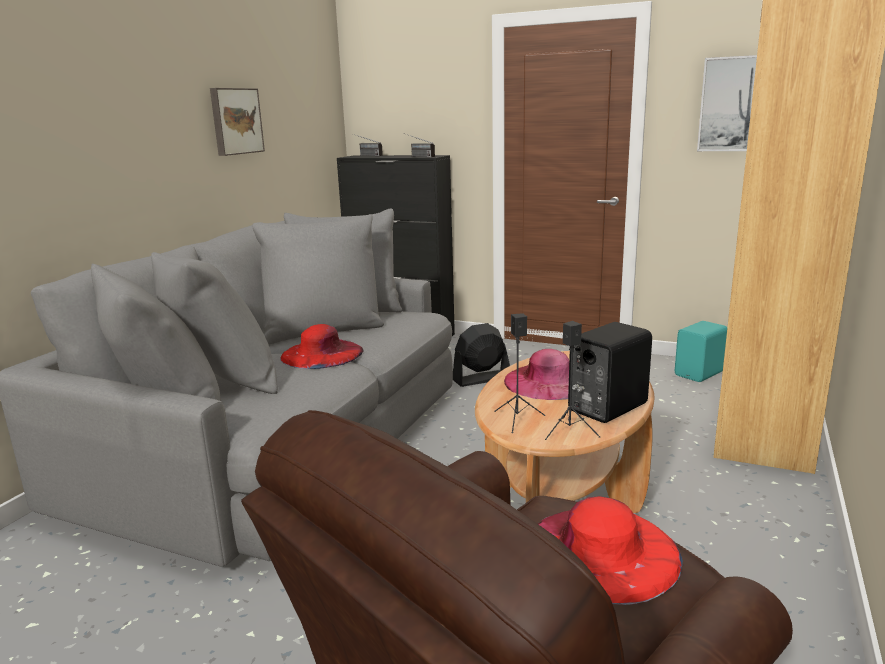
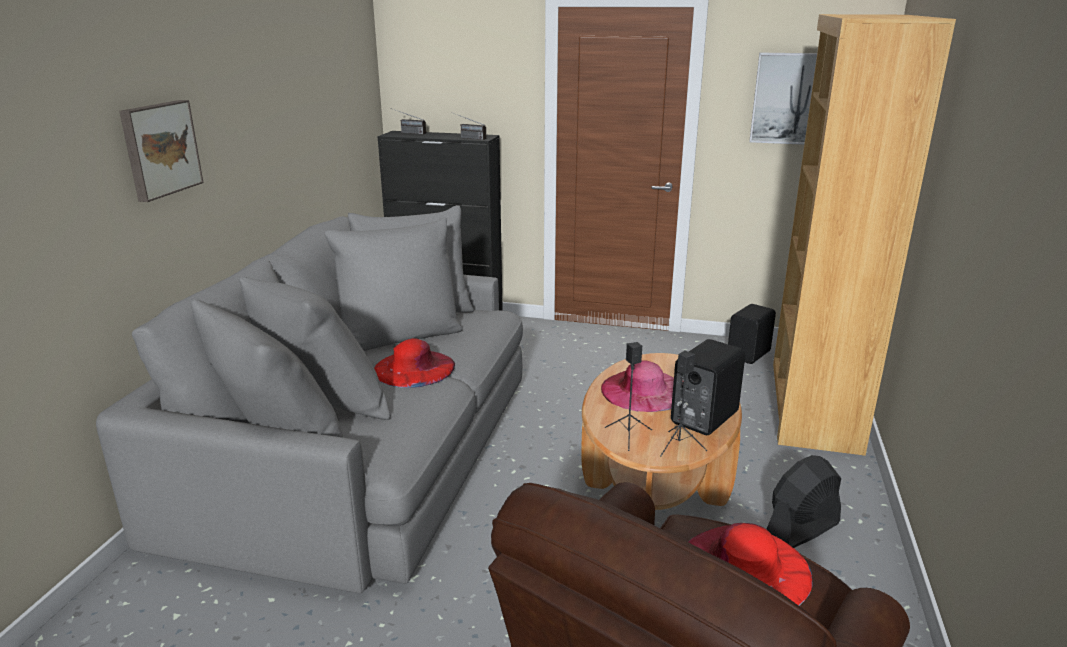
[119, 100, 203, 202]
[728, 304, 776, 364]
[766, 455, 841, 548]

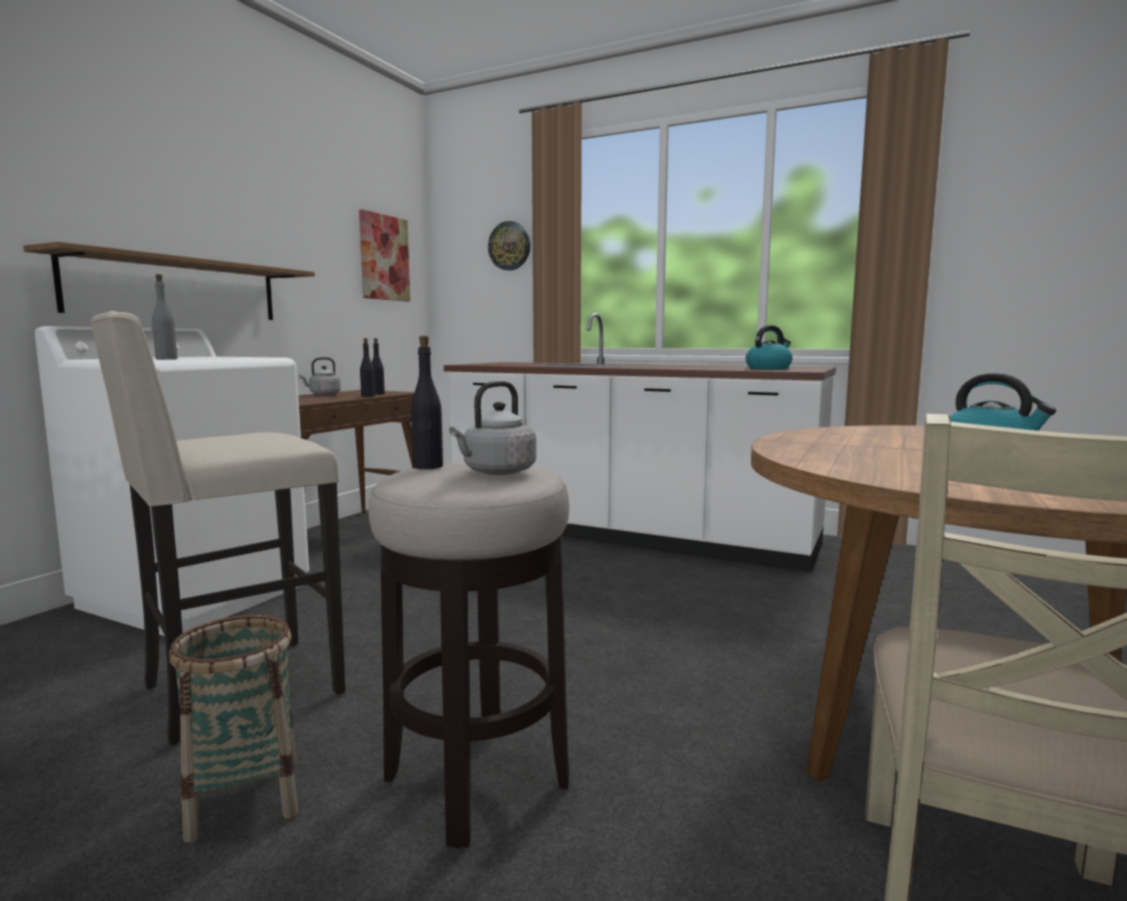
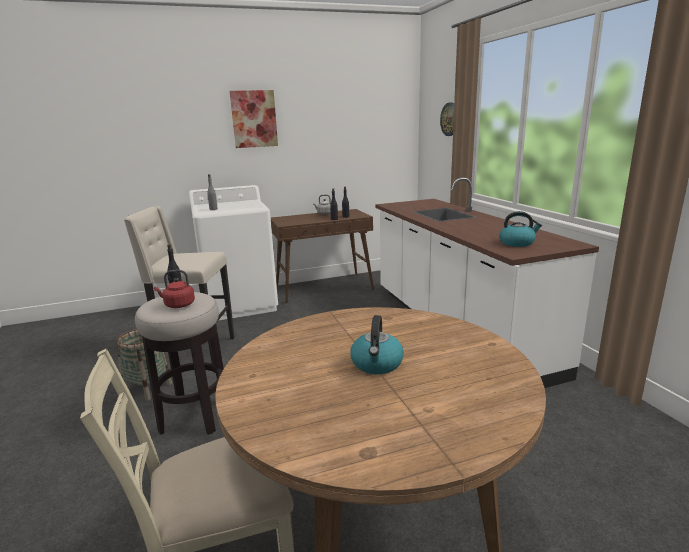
[230, 90, 278, 148]
[23, 242, 315, 320] (first image)
[154, 270, 195, 308]

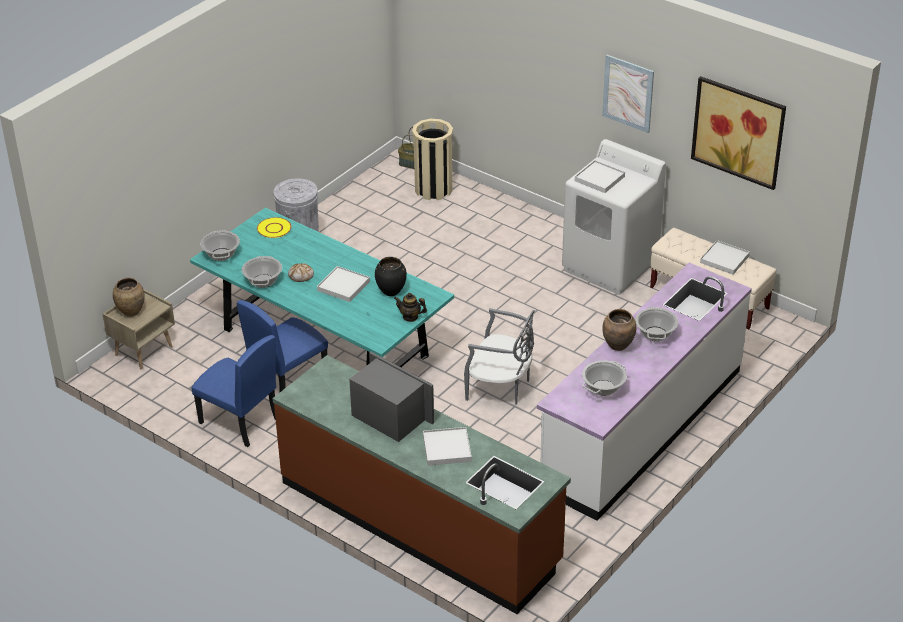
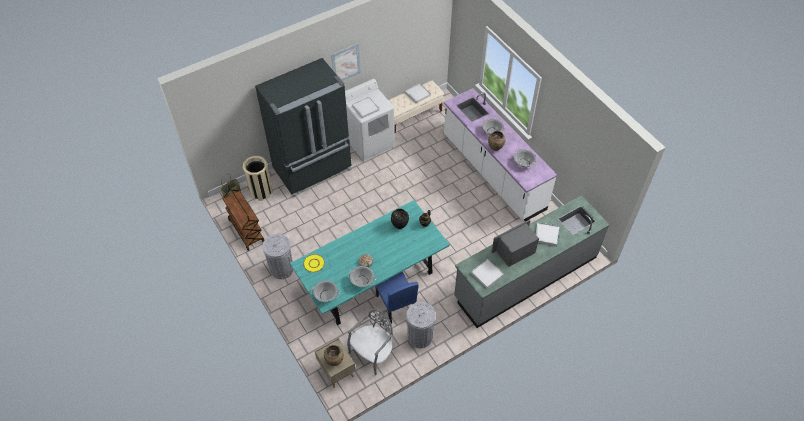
[691, 76, 786, 190] (first image)
[471, 259, 504, 288]
[347, 309, 393, 375]
[407, 302, 436, 348]
[454, 196, 610, 328]
[255, 58, 352, 197]
[222, 185, 264, 251]

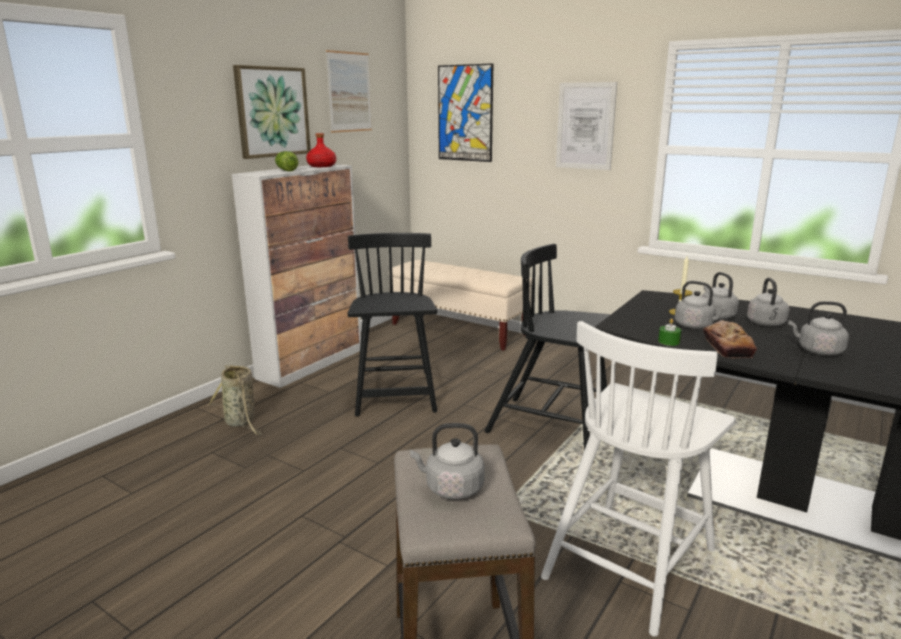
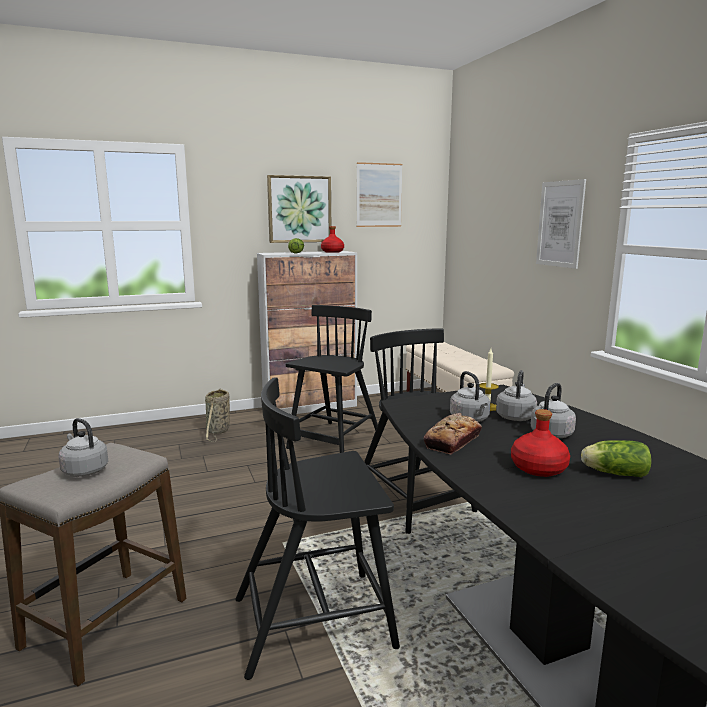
[438, 63, 493, 162] (first image)
[511, 409, 570, 477]
[658, 318, 681, 346] (first image)
[235, 378, 400, 680]
[581, 440, 652, 477]

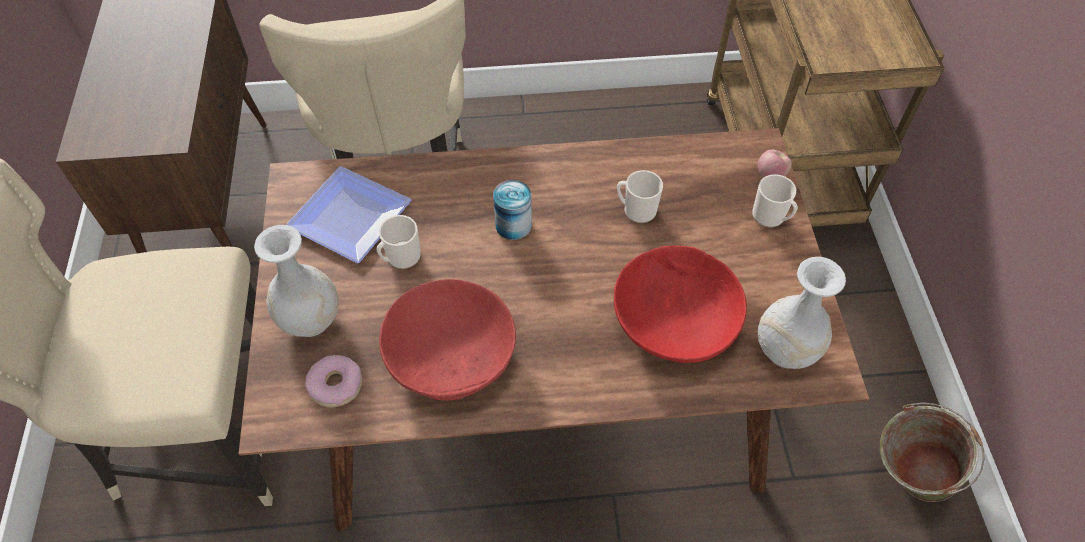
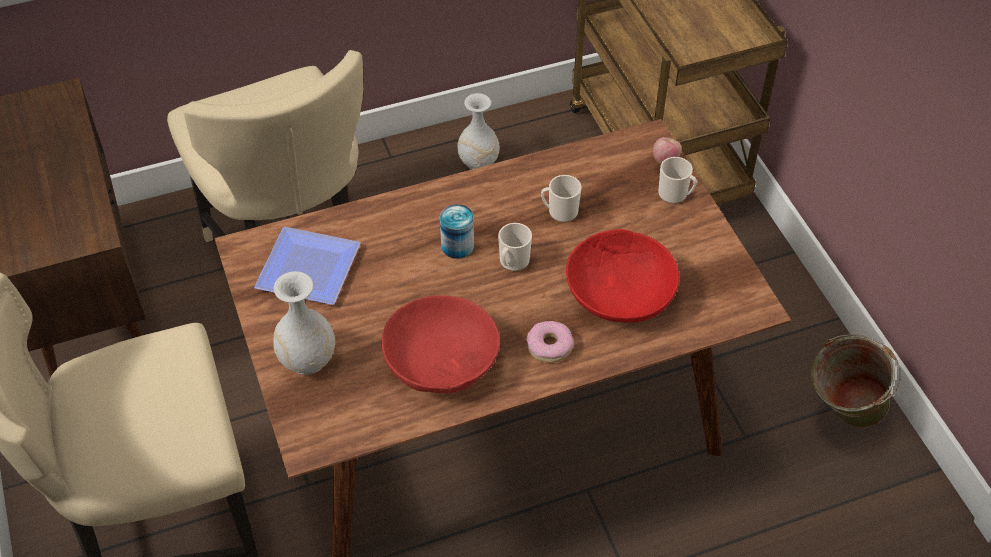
[498, 223, 532, 271]
[457, 93, 500, 170]
[526, 321, 573, 363]

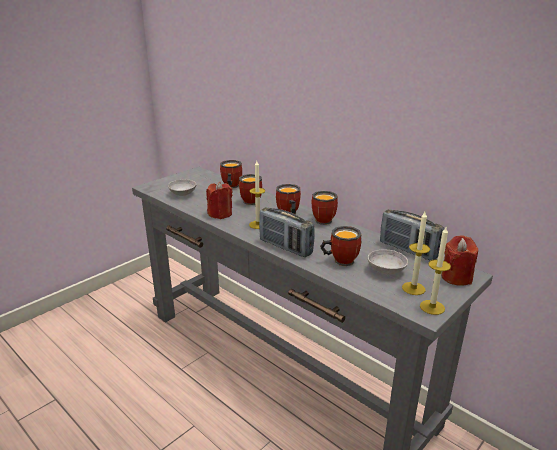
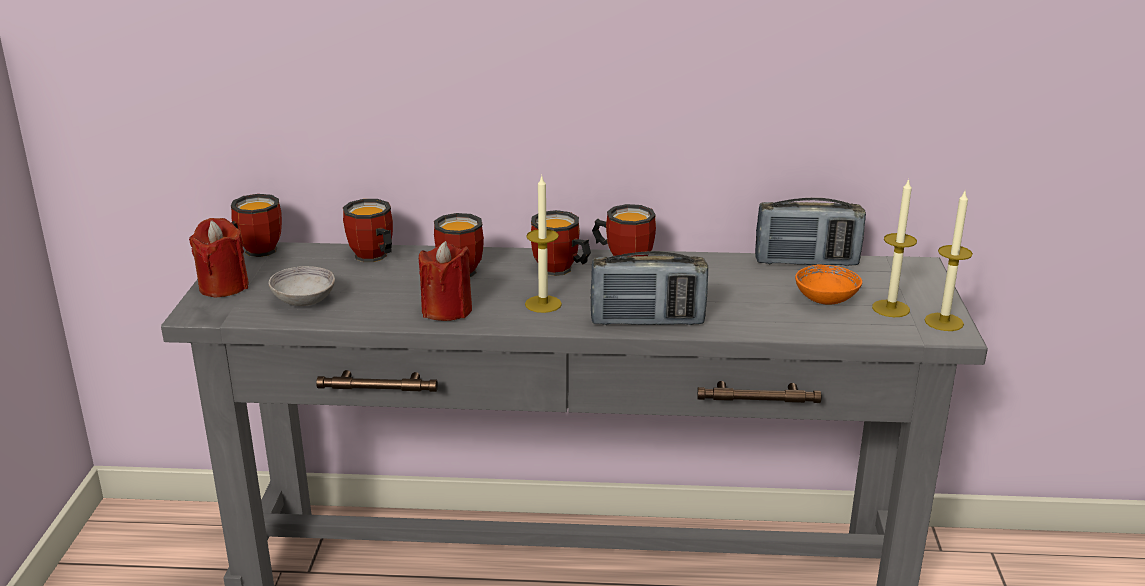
[231, 194, 282, 257]
[189, 218, 249, 297]
[795, 264, 862, 305]

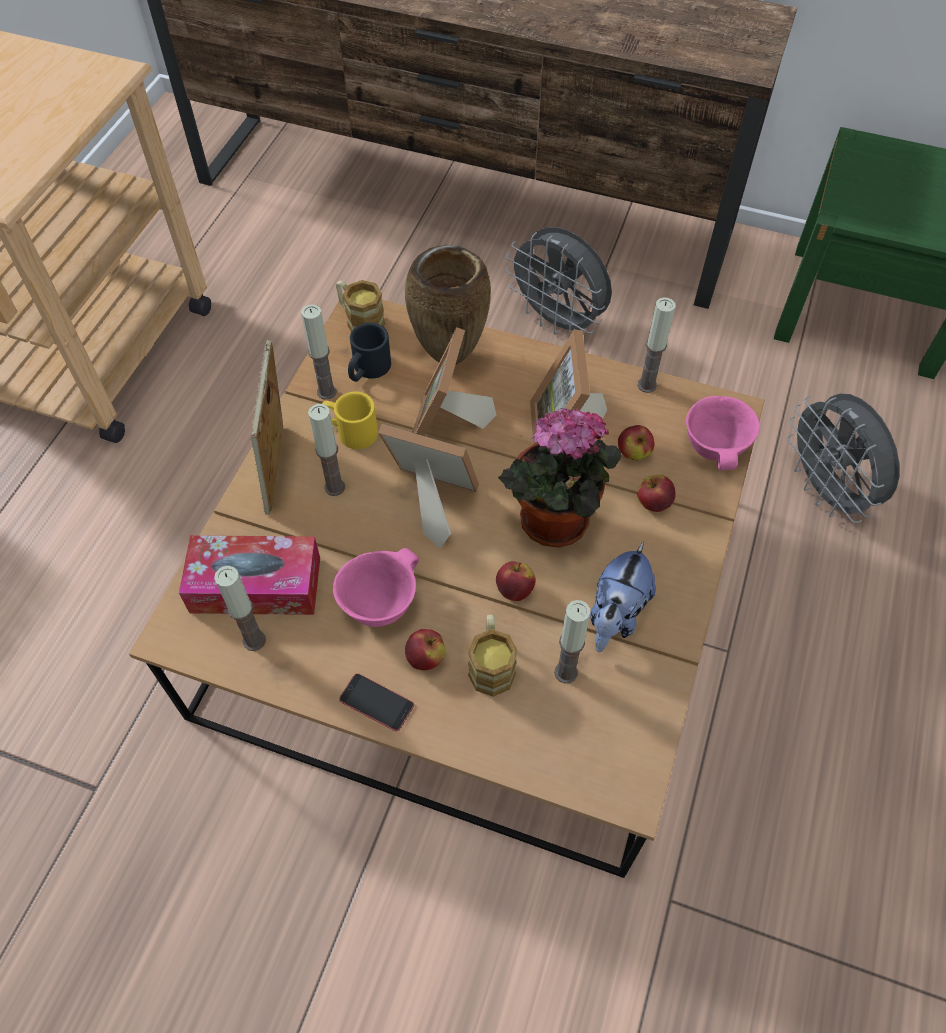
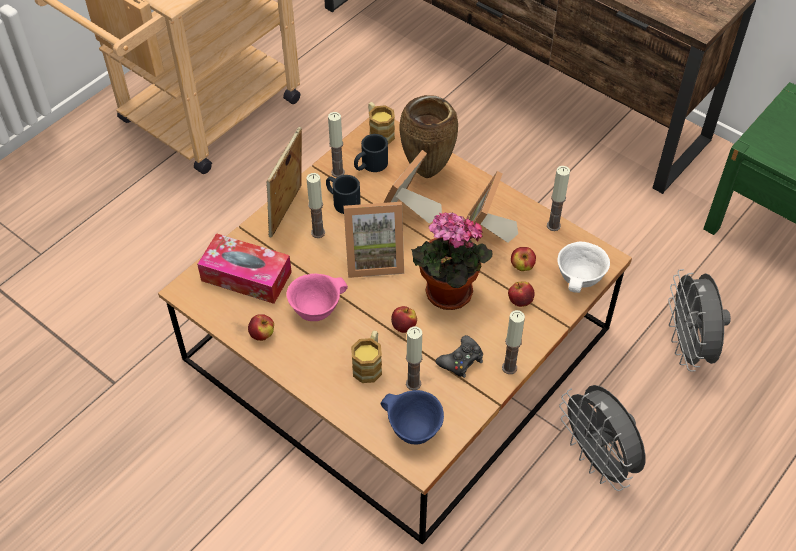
[559, 385, 646, 491]
[326, 175, 361, 214]
[557, 242, 610, 293]
[343, 202, 404, 278]
[435, 335, 483, 378]
[502, 310, 525, 374]
[248, 314, 274, 341]
[339, 673, 414, 732] (first image)
[381, 390, 444, 445]

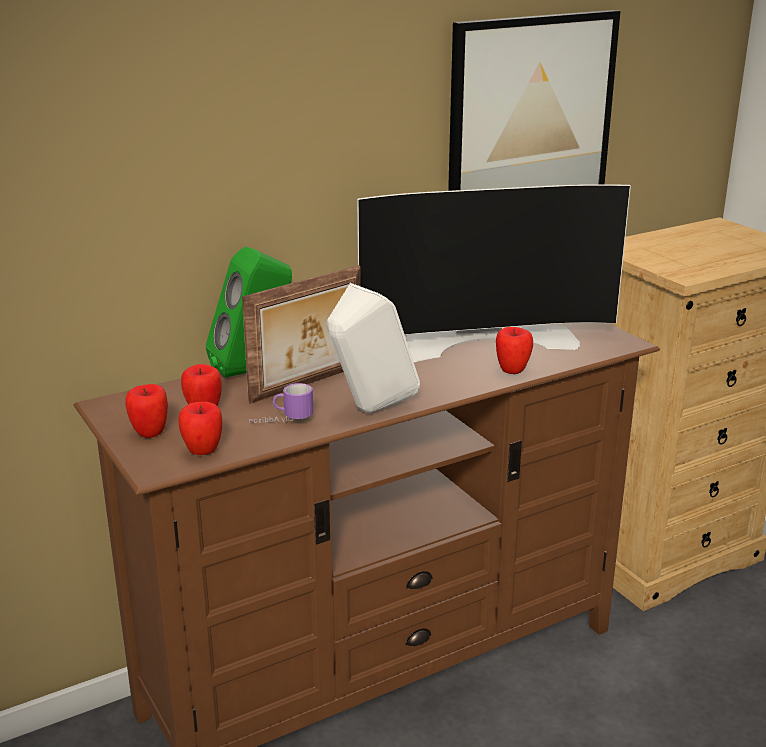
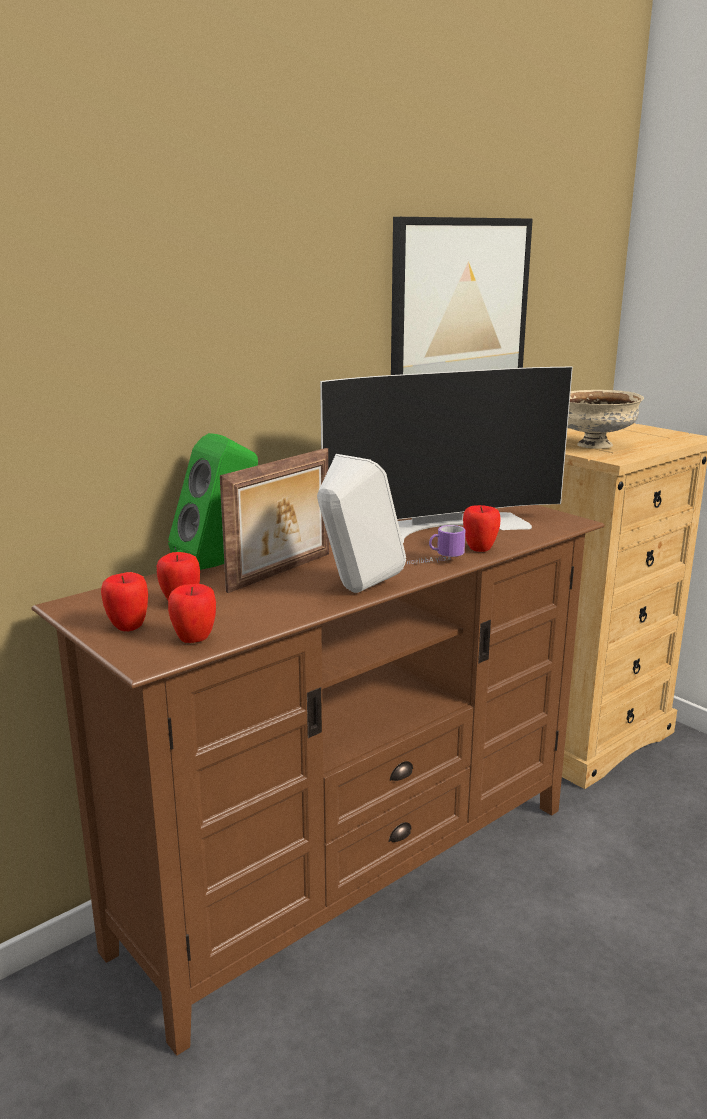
[407, 525, 465, 565]
[568, 390, 644, 449]

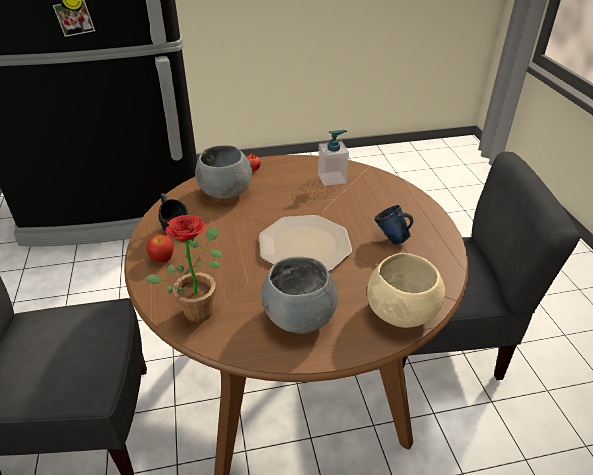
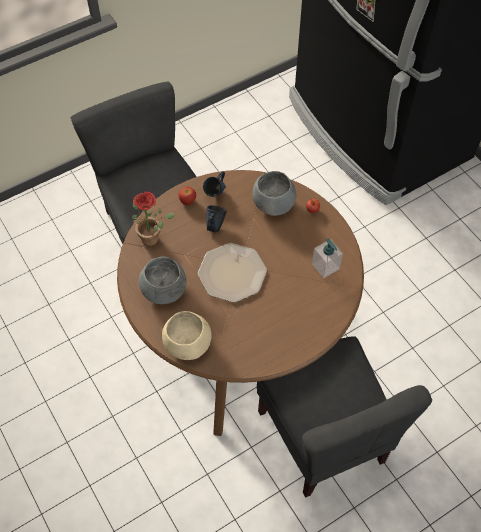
[207, 205, 227, 233]

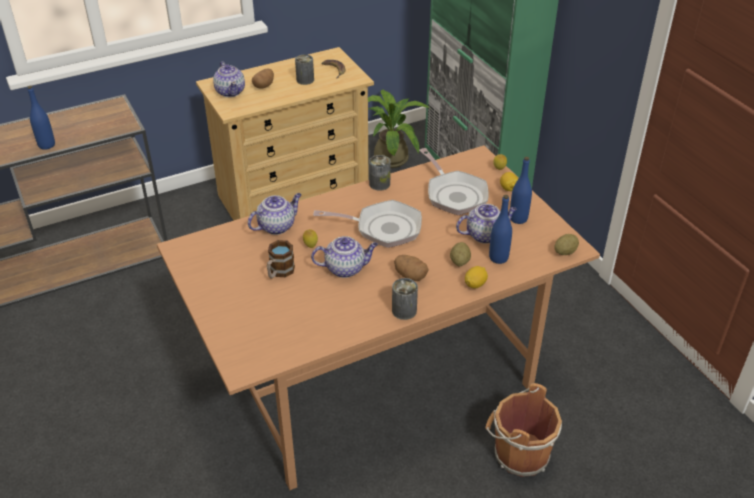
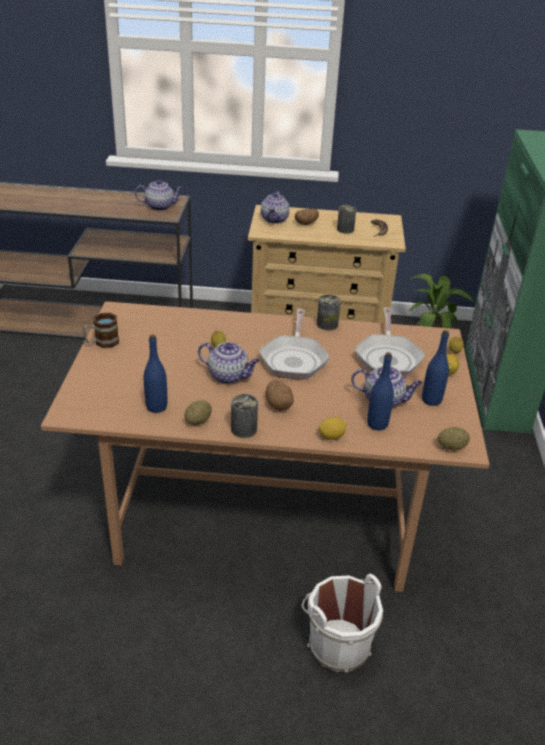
[144, 335, 167, 413]
[135, 180, 183, 211]
[259, 309, 330, 380]
[83, 313, 119, 348]
[185, 400, 212, 425]
[302, 574, 383, 673]

